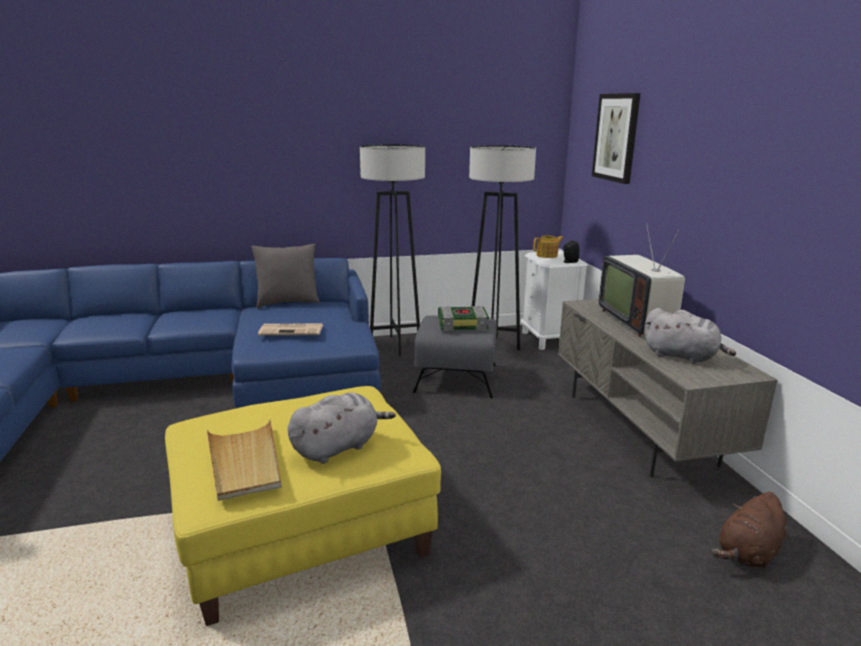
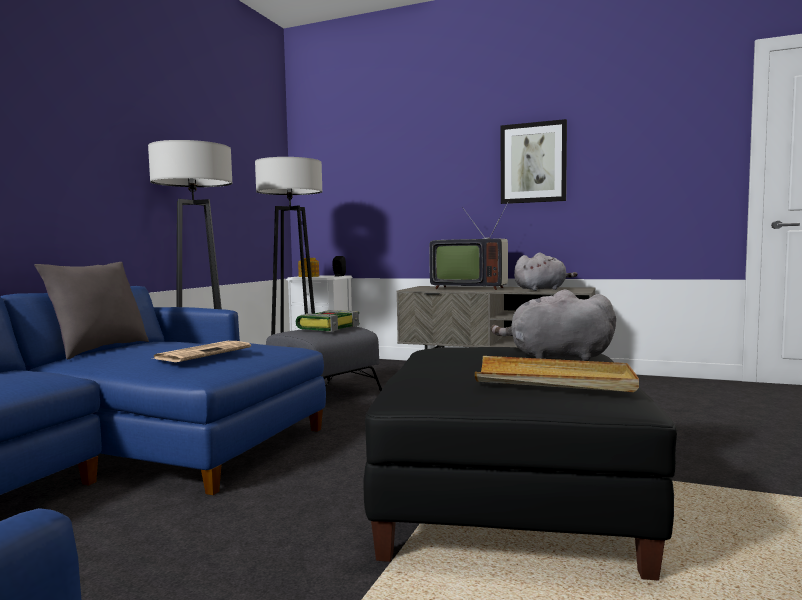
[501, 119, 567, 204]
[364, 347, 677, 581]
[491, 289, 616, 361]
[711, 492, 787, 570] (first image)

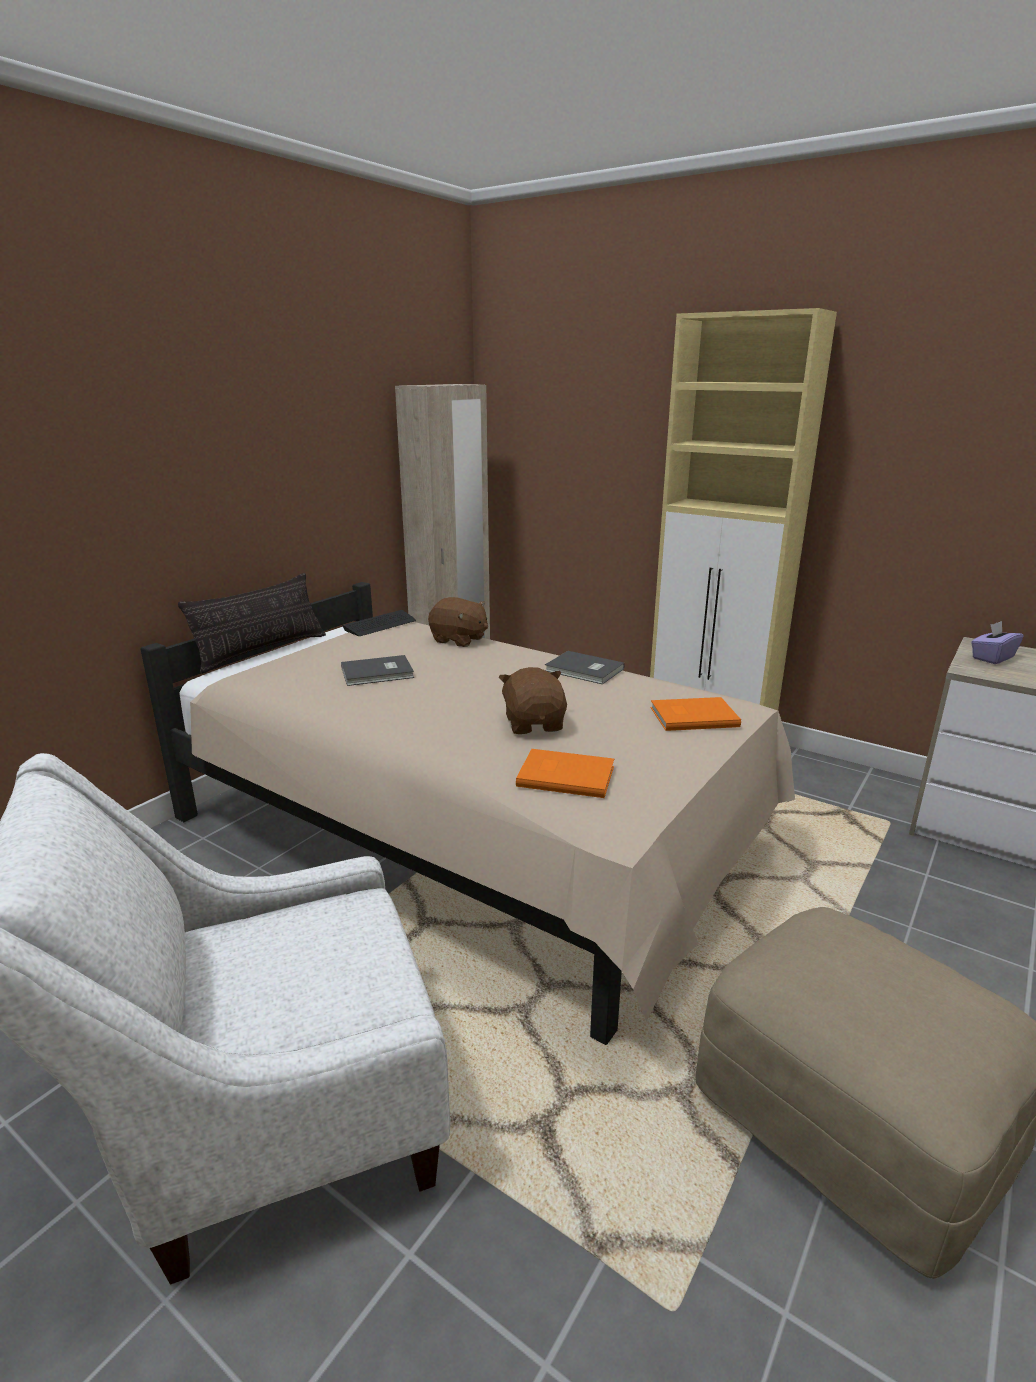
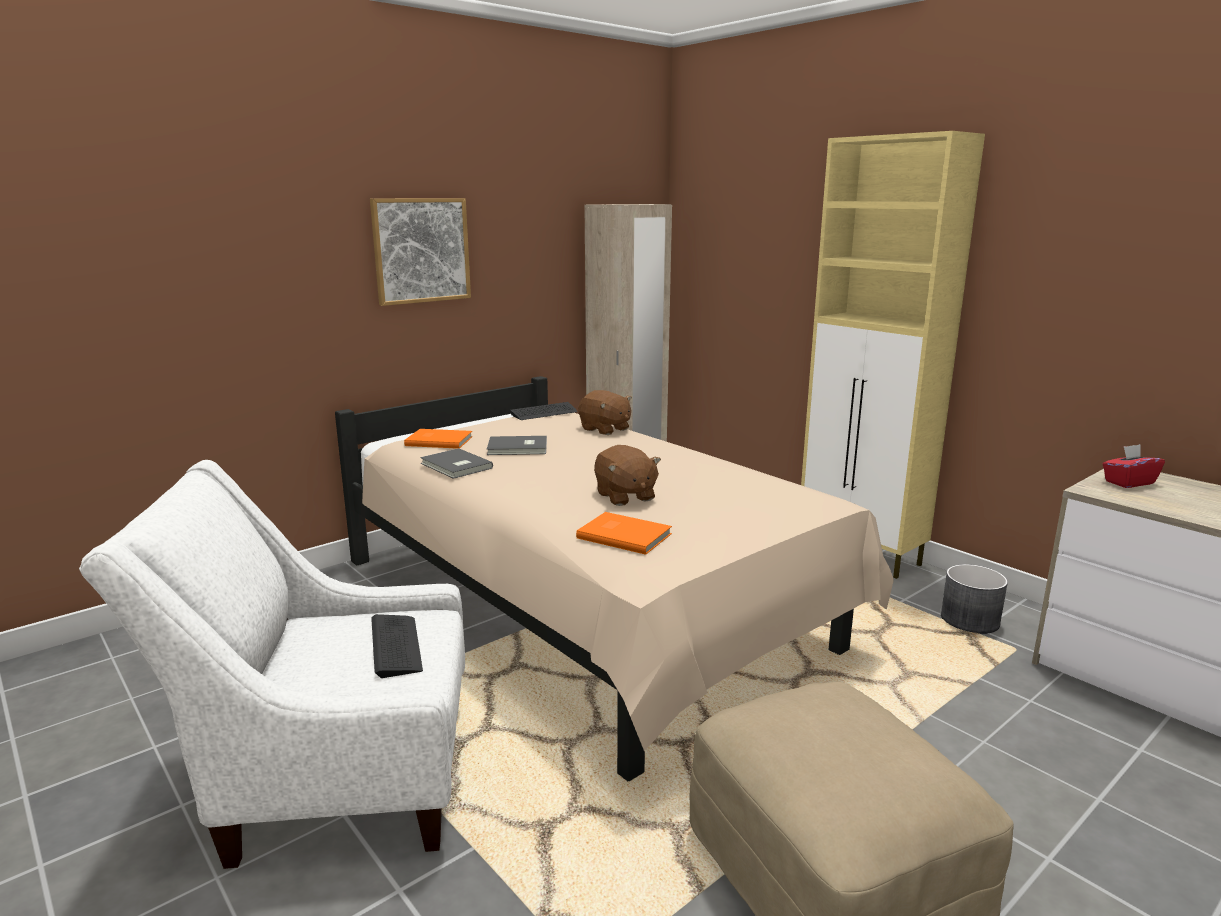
[178, 573, 326, 674] (first image)
[1103, 444, 1165, 488]
[420, 448, 493, 479]
[594, 445, 661, 506]
[404, 429, 473, 449]
[370, 198, 471, 306]
[941, 564, 1008, 634]
[371, 614, 423, 678]

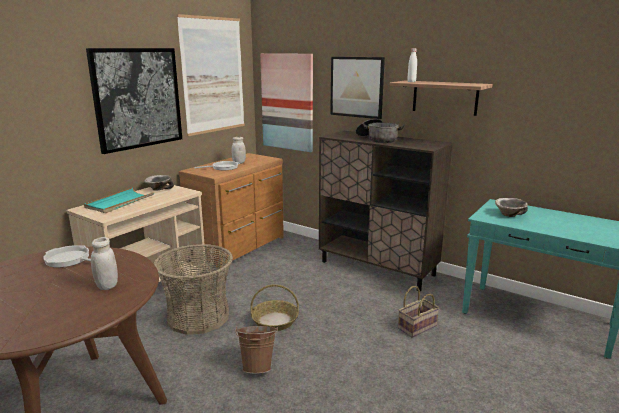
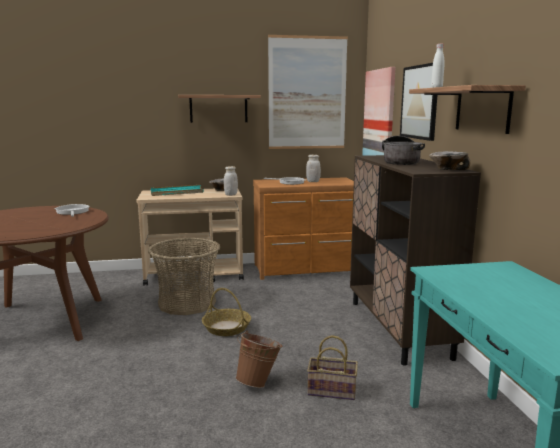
[178, 95, 261, 123]
[429, 151, 470, 170]
[224, 166, 238, 196]
[236, 330, 282, 388]

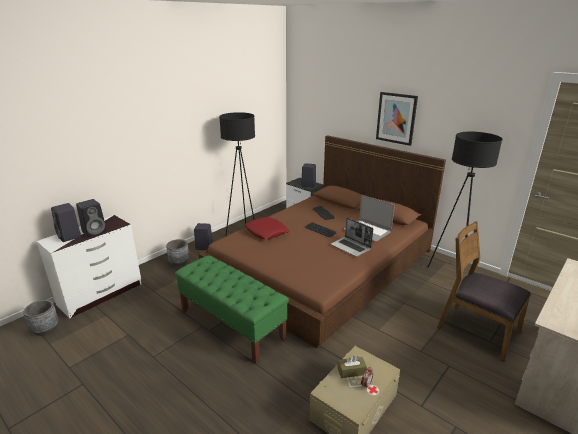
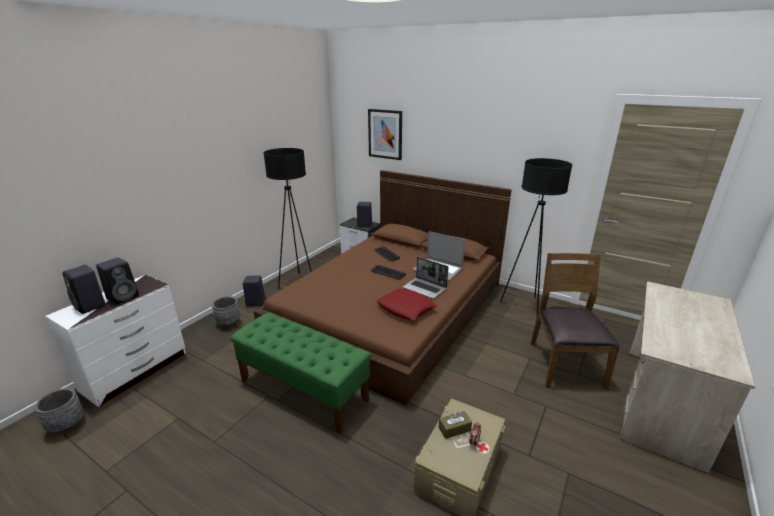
[368, 109, 402, 160]
[377, 288, 437, 320]
[531, 253, 620, 389]

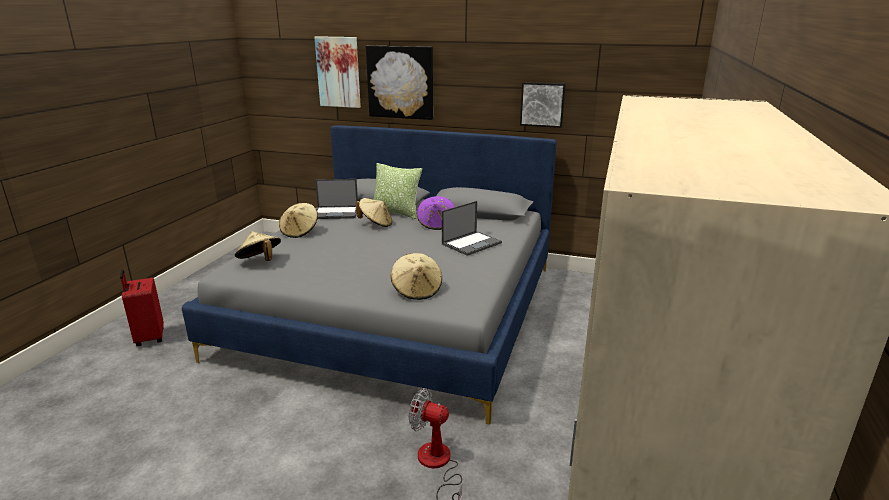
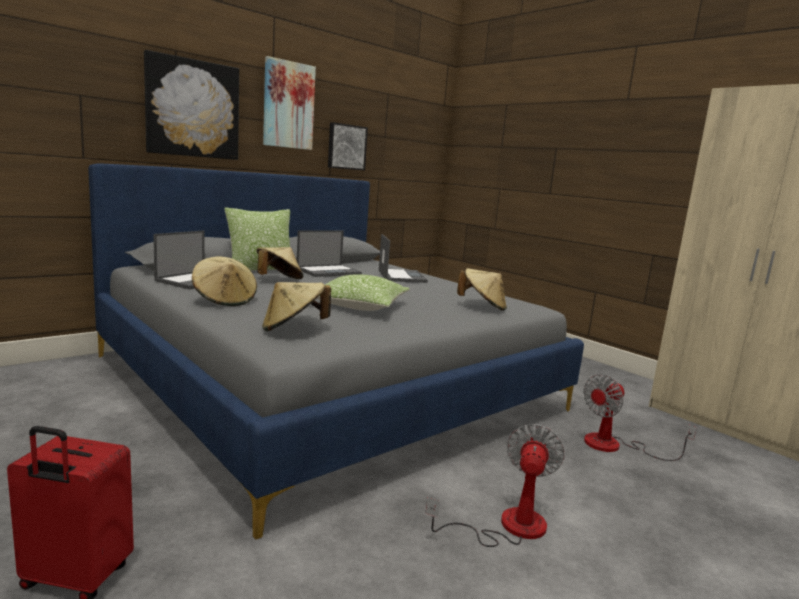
[263, 56, 316, 150]
[297, 230, 362, 277]
[316, 275, 410, 311]
[425, 424, 565, 547]

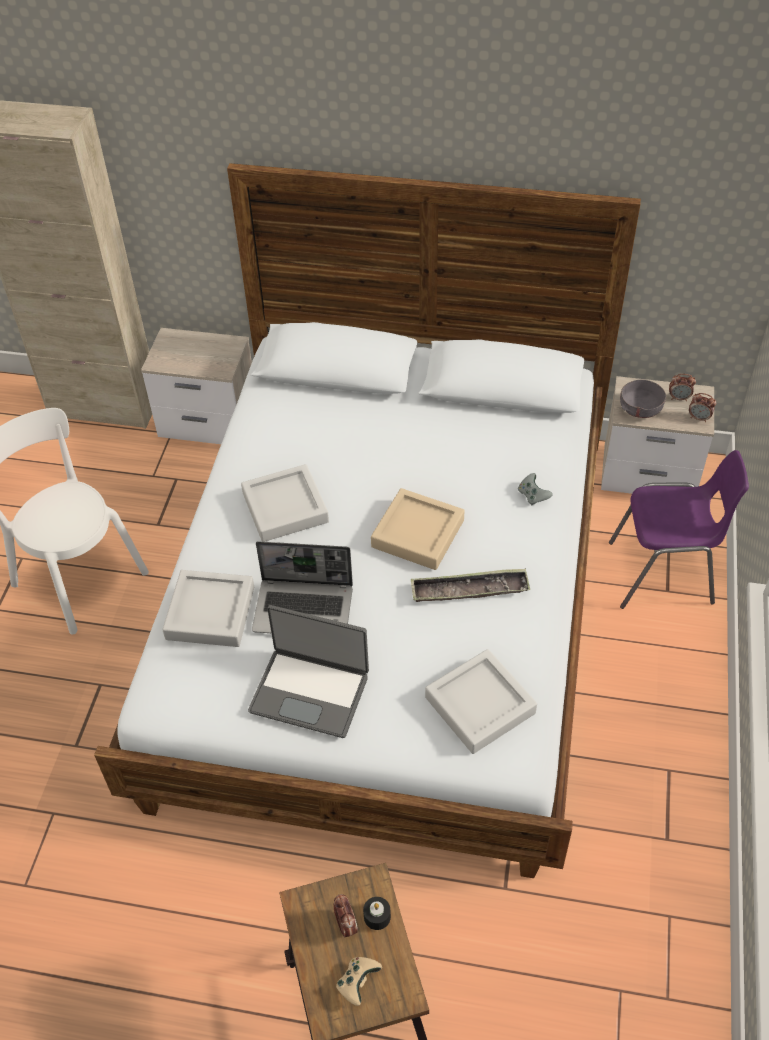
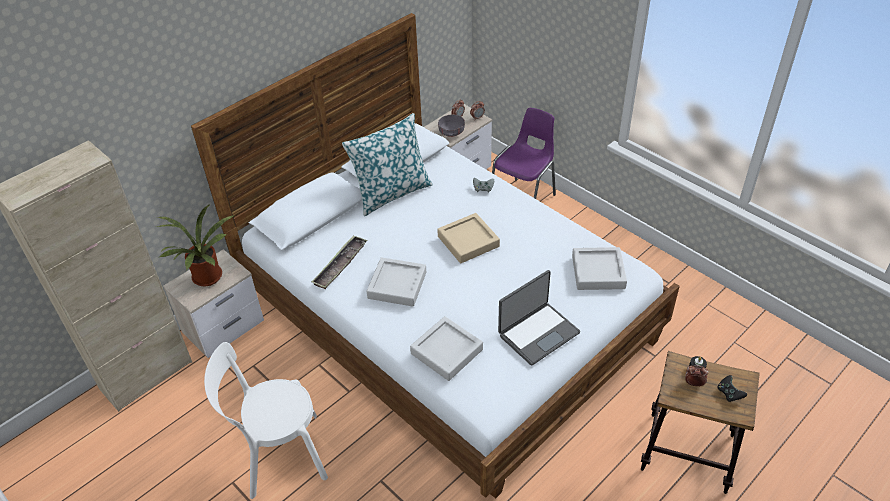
[252, 541, 353, 633] (first image)
[312, 235, 367, 289]
[717, 375, 747, 402]
[342, 113, 433, 216]
[157, 204, 235, 286]

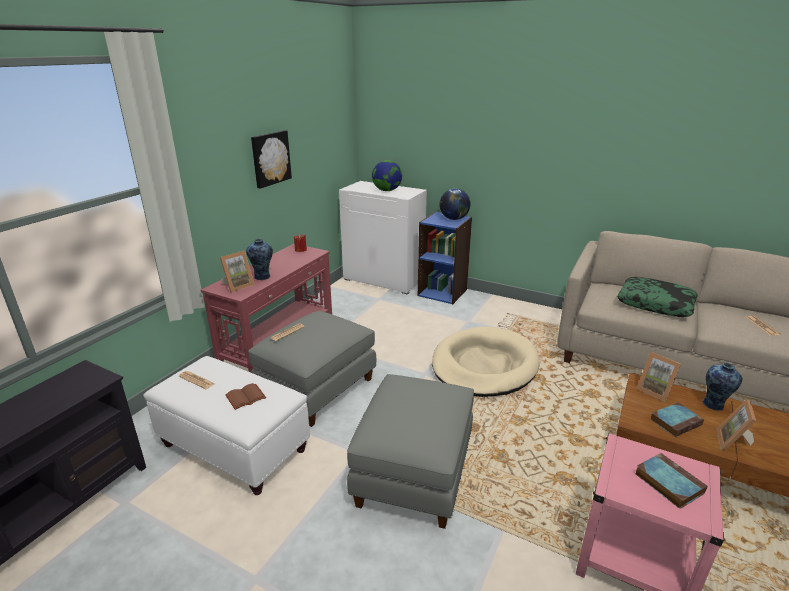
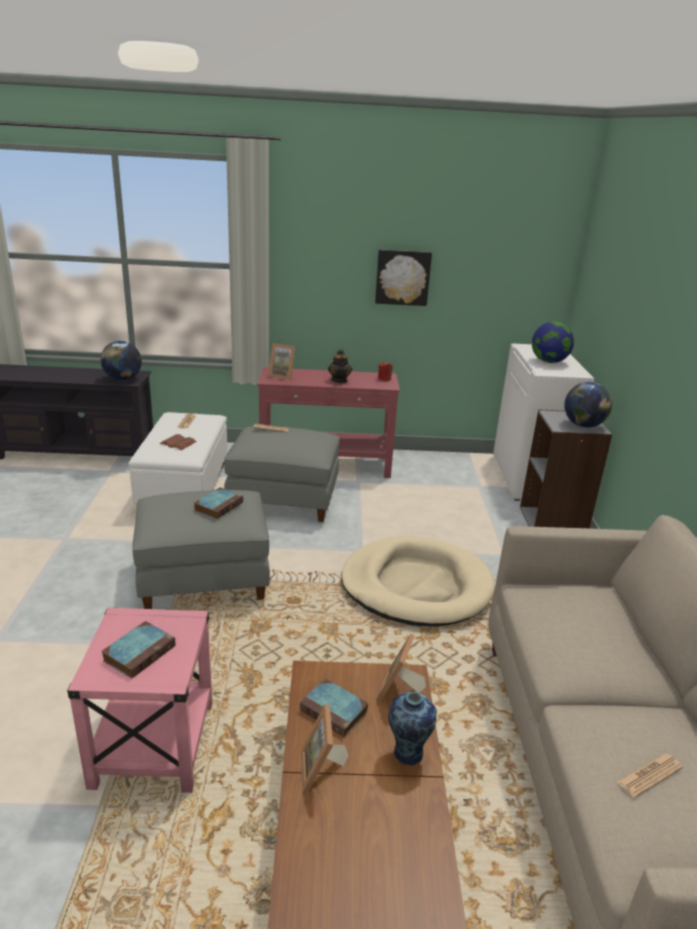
[520, 409, 612, 528]
[246, 239, 273, 280] (first image)
[617, 277, 698, 317] (first image)
[301, 704, 348, 793]
[100, 341, 142, 381]
[328, 349, 352, 383]
[194, 487, 243, 519]

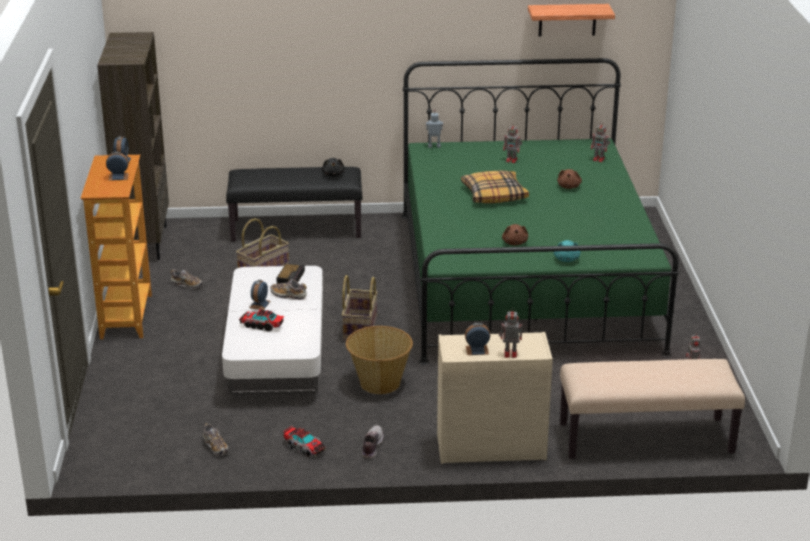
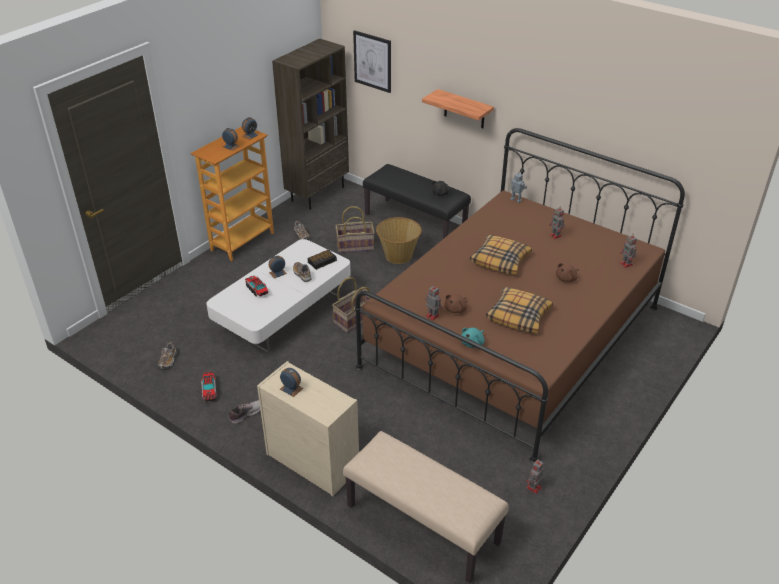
[422, 89, 494, 128]
[355, 128, 685, 464]
[425, 286, 442, 321]
[376, 217, 421, 264]
[353, 30, 391, 93]
[486, 287, 553, 333]

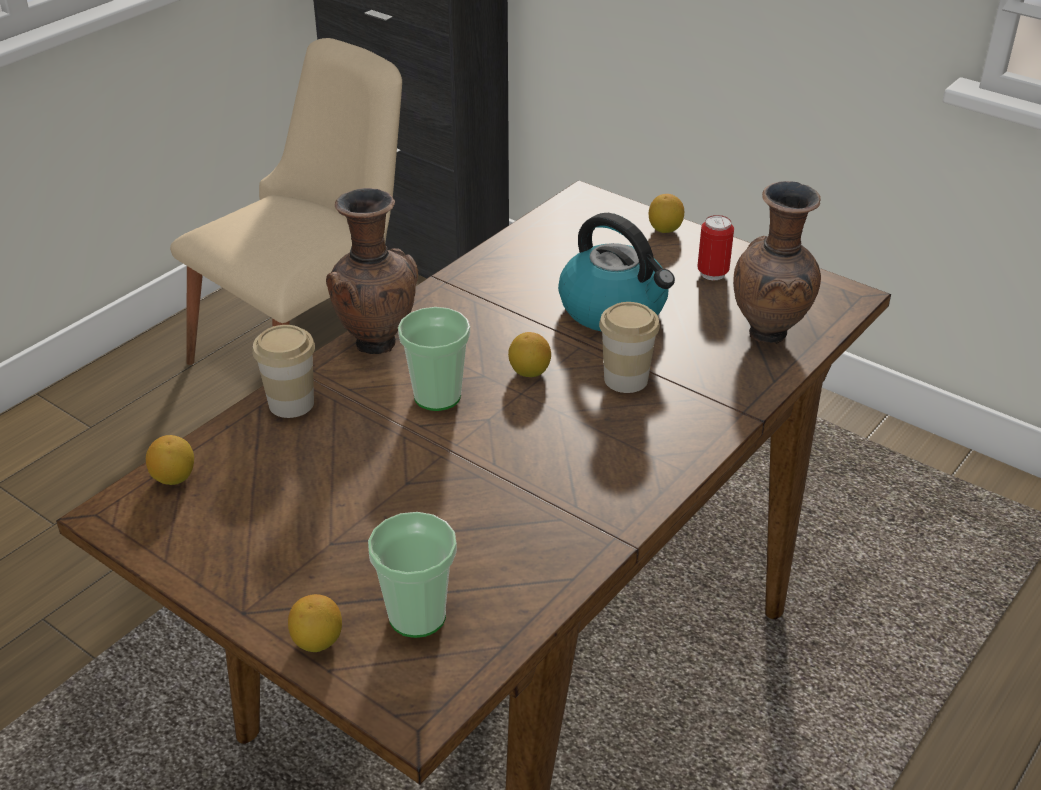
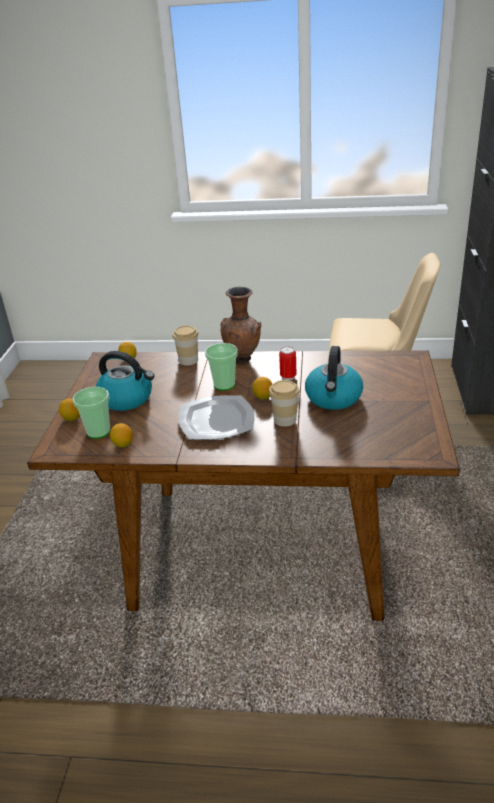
[733, 181, 821, 344] (first image)
[110, 423, 133, 448]
[279, 347, 296, 380]
[96, 351, 154, 411]
[178, 395, 255, 440]

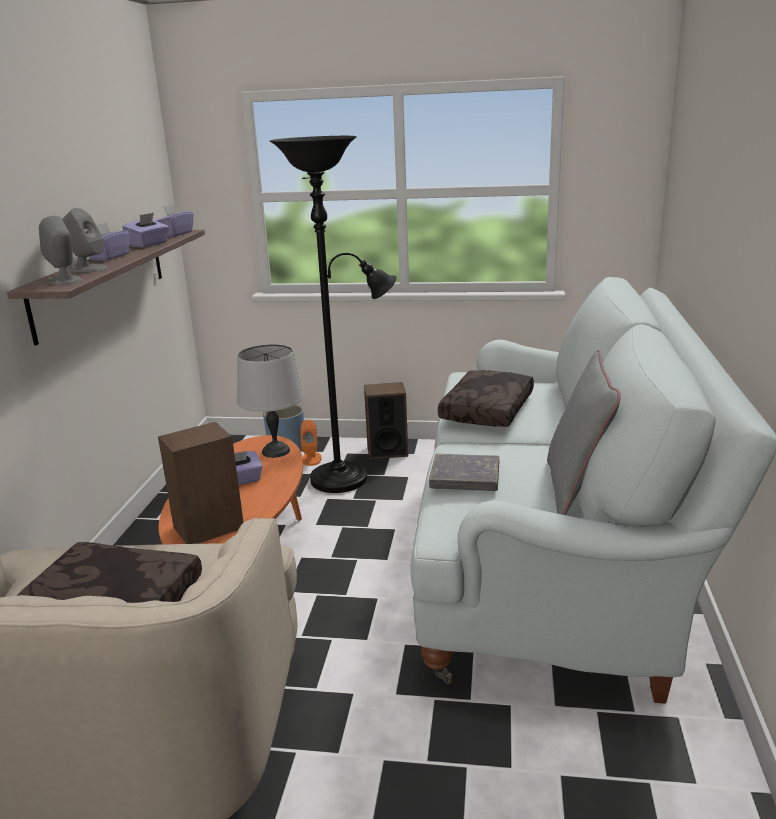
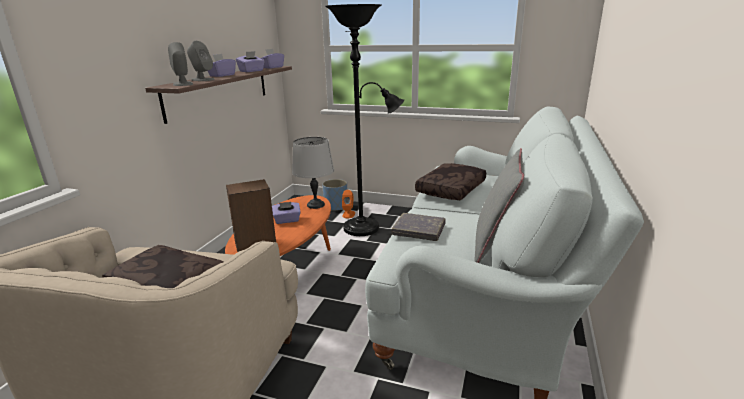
[364, 382, 408, 460] (first image)

